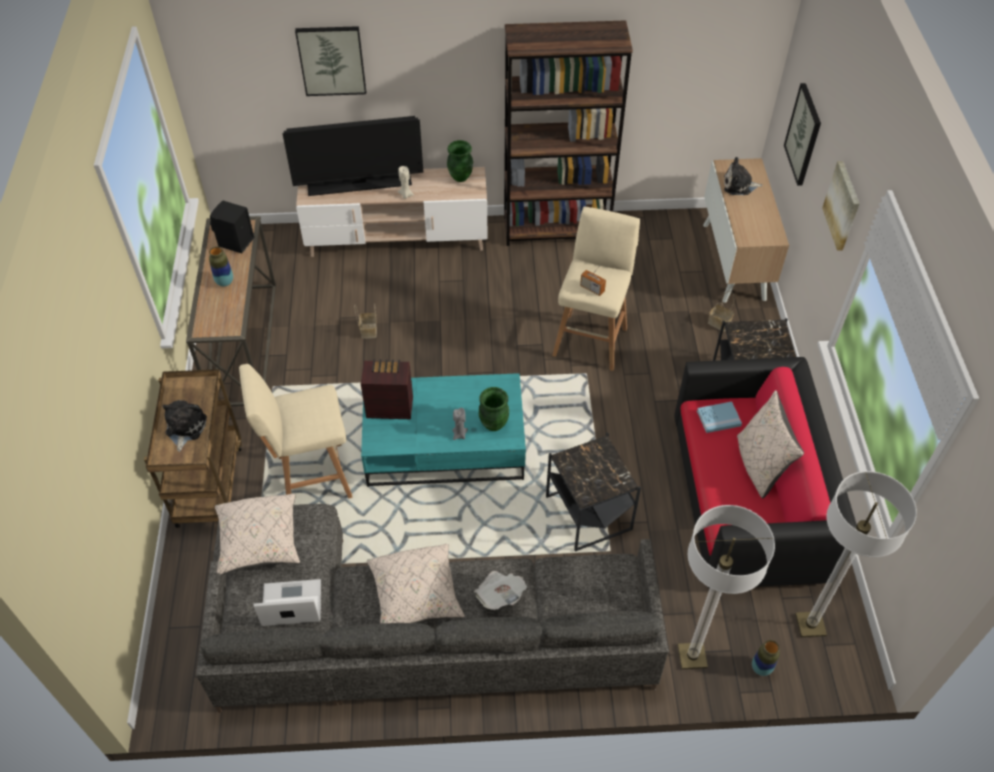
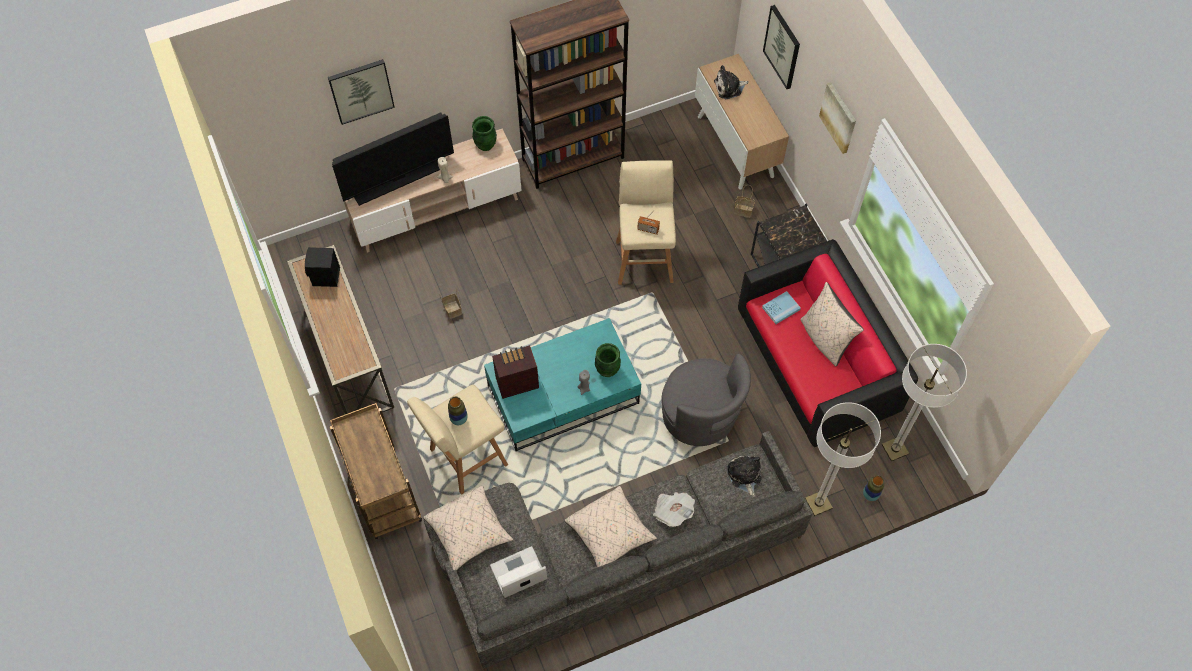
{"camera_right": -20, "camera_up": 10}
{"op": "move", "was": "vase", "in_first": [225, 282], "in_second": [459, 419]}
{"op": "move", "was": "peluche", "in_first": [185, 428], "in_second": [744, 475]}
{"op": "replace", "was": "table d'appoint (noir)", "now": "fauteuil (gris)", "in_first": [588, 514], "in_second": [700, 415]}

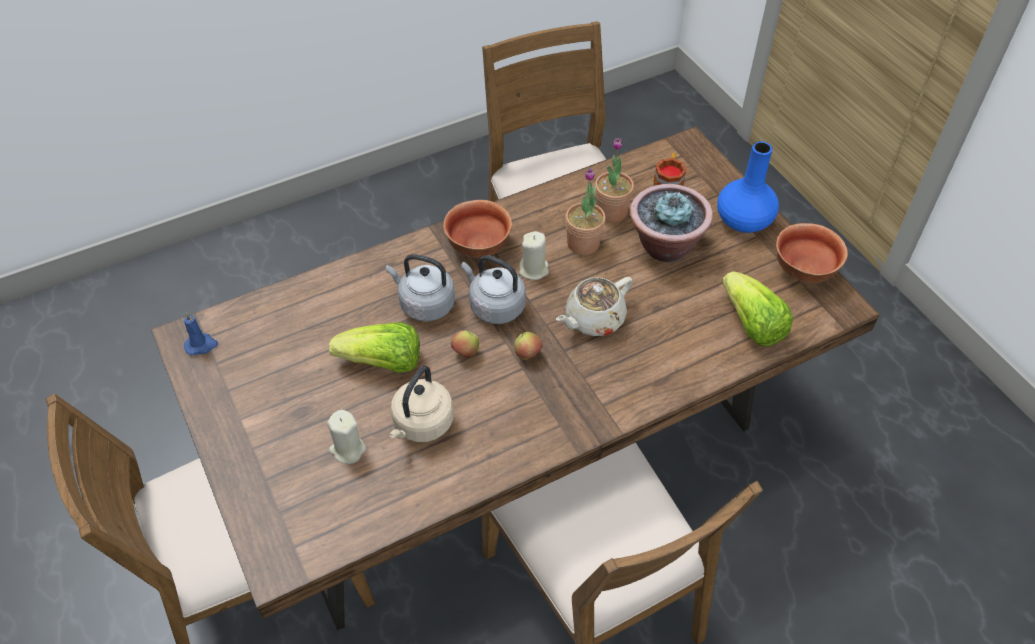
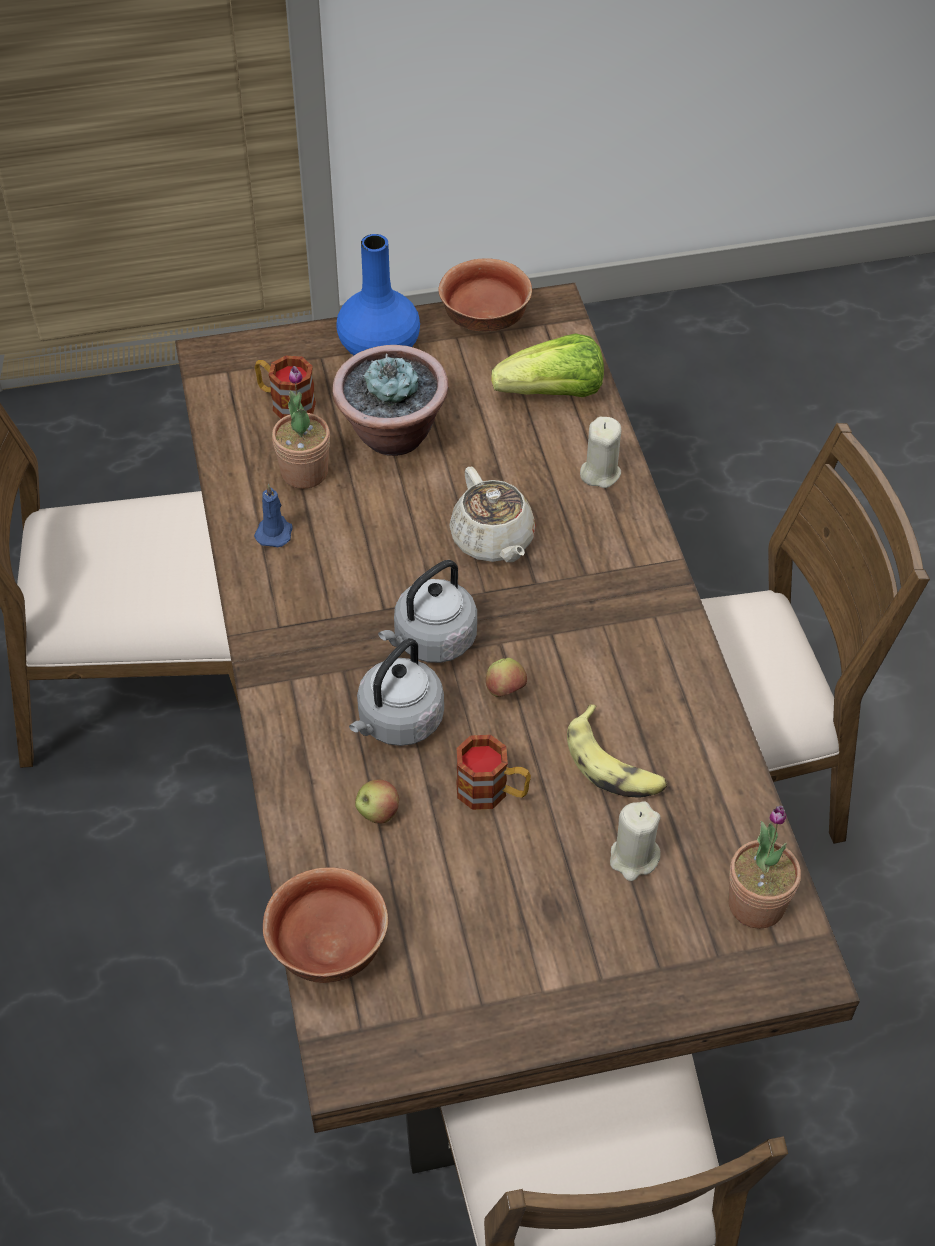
{"camera_right": -75, "camera_up": 0}
{"op": "move", "was": "plante en pot", "in_first": [583, 243], "in_second": [756, 904]}
{"op": "move", "was": "bol", "in_first": [477, 246], "in_second": [328, 950]}
{"op": "move", "was": "bougie (beige)", "in_first": [534, 270], "in_second": [600, 473]}
{"op": "move", "was": "bougie (bleu)", "in_first": [201, 345], "in_second": [274, 532]}
{"op": "replace", "was": "laitue", "now": "mug", "in_first": [383, 363], "in_second": [492, 792]}
{"op": "move", "was": "pomme", "in_first": [528, 354], "in_second": [377, 813]}
{"op": "replace", "was": "bouilloire (beige)", "now": "banane", "in_first": [421, 425], "in_second": [614, 764]}

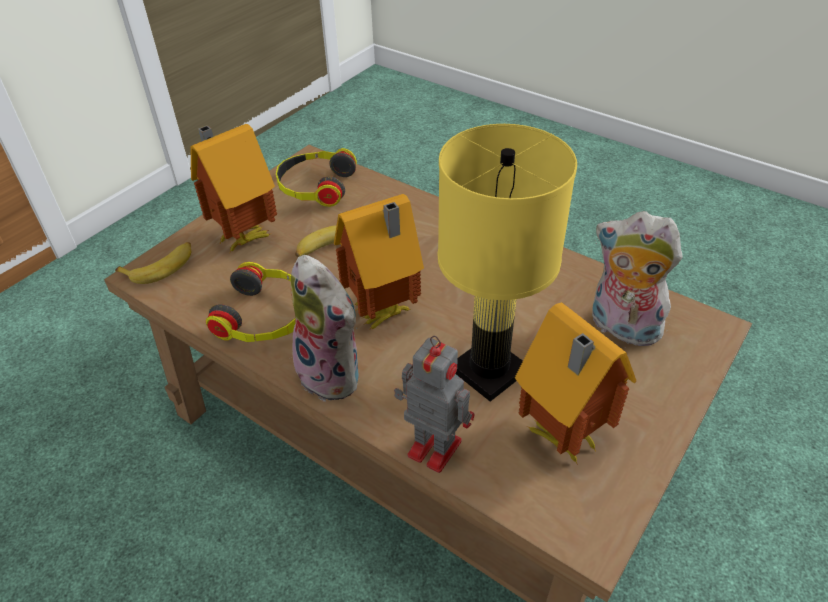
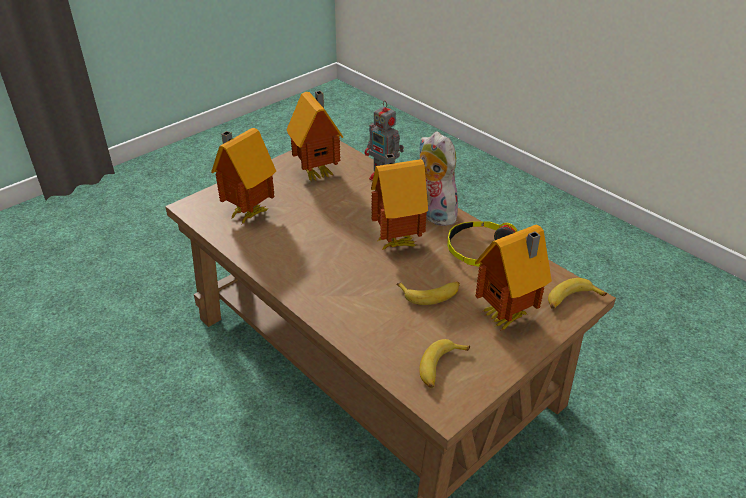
{"camera_right": -170, "camera_up": -5}
{"op": "delete", "was": "lampe de table (jaune)", "in_first": [489, 369]}
{"op": "replace", "was": "casque audio", "now": "banane", "in_first": [315, 186], "in_second": [440, 368]}
{"op": "replace", "was": "peluche", "now": "maison miniature", "in_first": [621, 328], "in_second": [247, 213]}

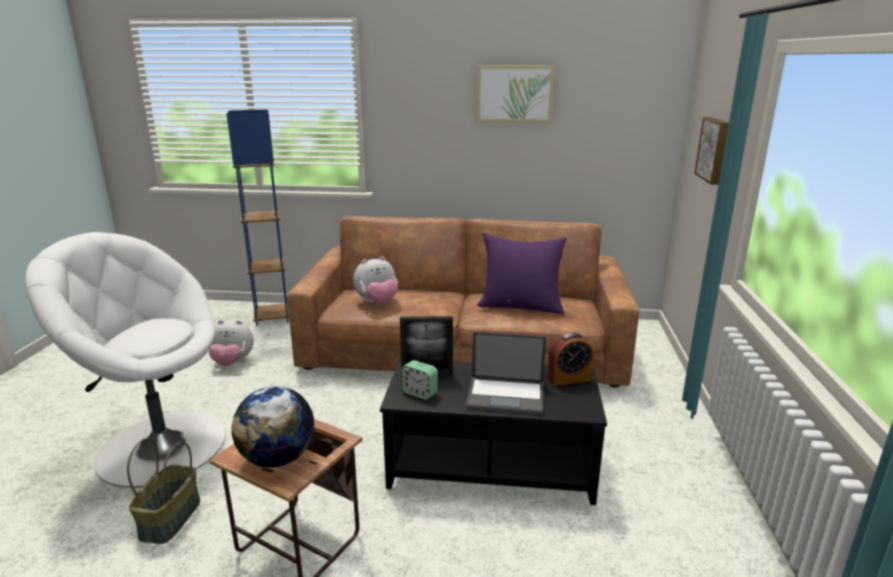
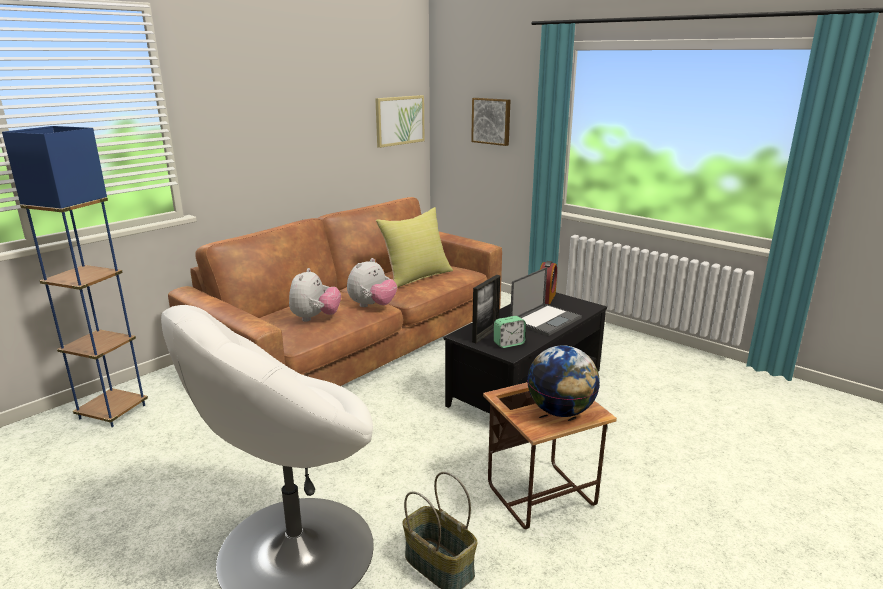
{"camera_right": -55, "camera_up": 0}
{"op": "move", "was": "tableau", "in_first": [514, 93], "in_second": [399, 120]}
{"op": "recolor", "was": "coussin (violet)", "now": "coussin (jaune)", "in_first": [521, 306], "in_second": [416, 277]}
{"op": "move", "was": "peluche", "in_first": [233, 362], "in_second": [372, 306]}

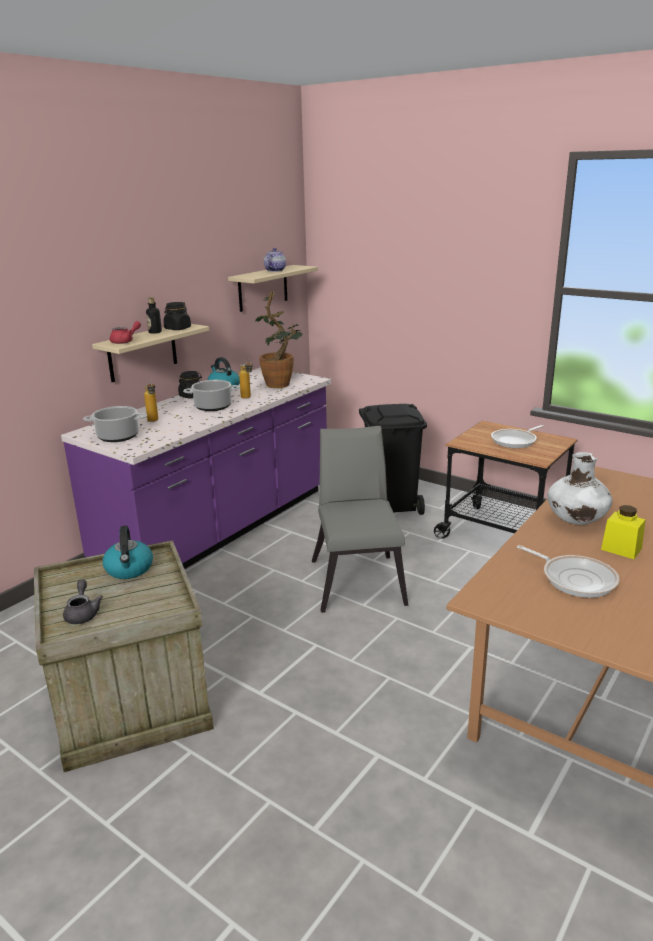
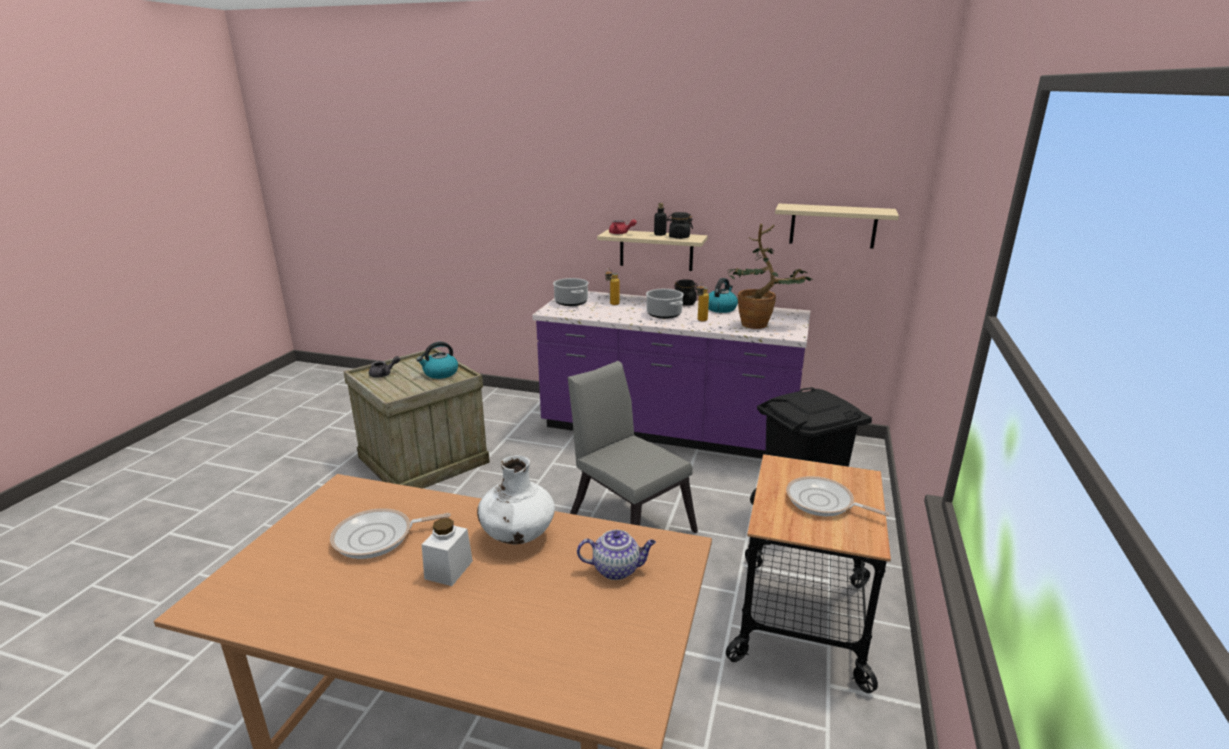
{"camera_right": 70, "camera_up": 0}
{"op": "move", "was": "théière", "in_first": [275, 270], "in_second": [617, 569]}
{"op": "rotate", "was": "chaise (gris)", "in_first": [358, 578], "in_second": [627, 522], "clockwise": -105}
{"op": "recolor", "was": "bocal (jaune)", "now": "bocal (blanc)", "in_first": [621, 549], "in_second": [448, 570]}
{"op": "rotate", "was": "poêle", "in_first": [575, 579], "in_second": [378, 538], "clockwise": 45}

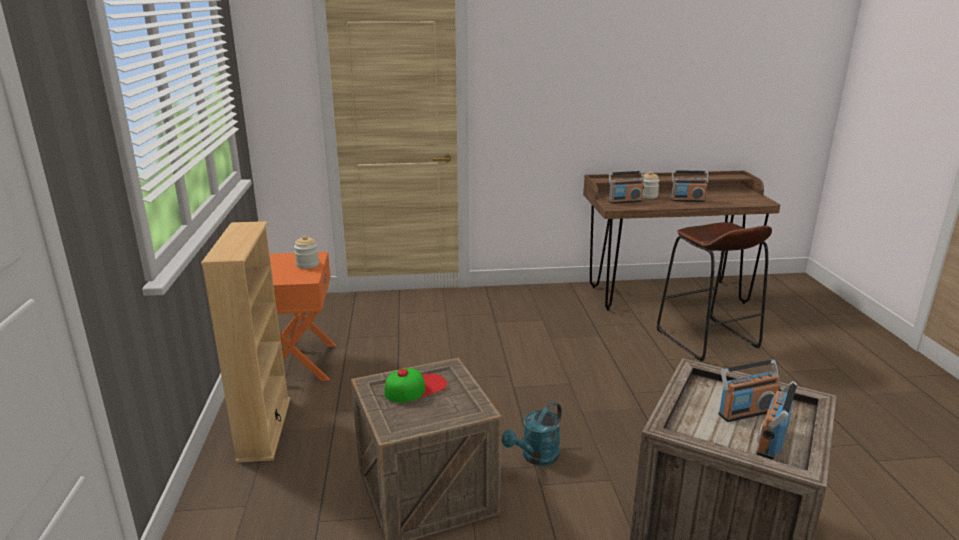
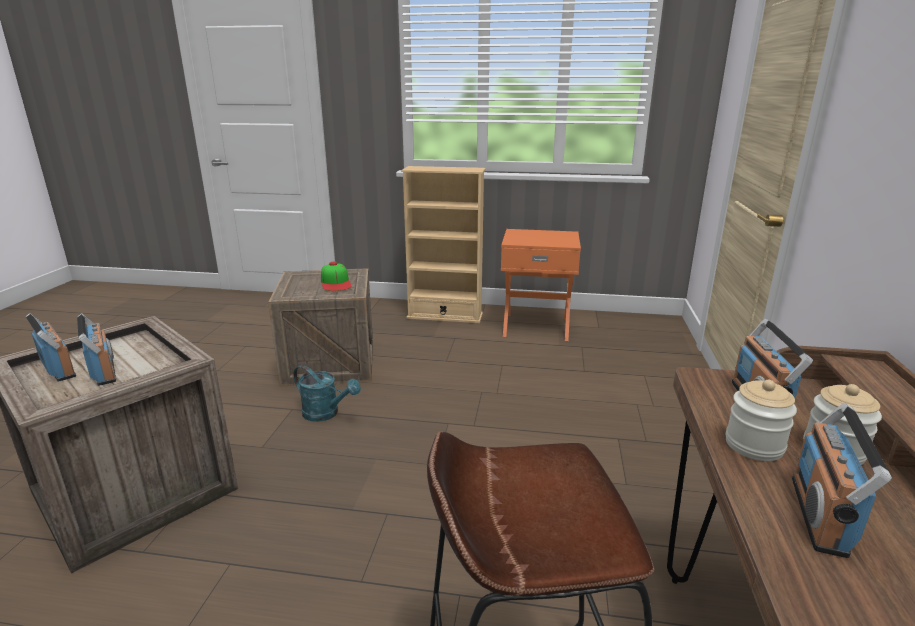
{"camera_right": 105, "camera_up": 0}
{"op": "move", "was": "bocal", "in_first": [307, 264], "in_second": [754, 445]}
{"op": "rotate", "was": "radio", "in_first": [745, 412], "in_second": [104, 372], "clockwise": 150}
{"op": "rotate", "was": "arrosoir (turquoise)", "in_first": [536, 457], "in_second": [326, 414], "clockwise": 150}

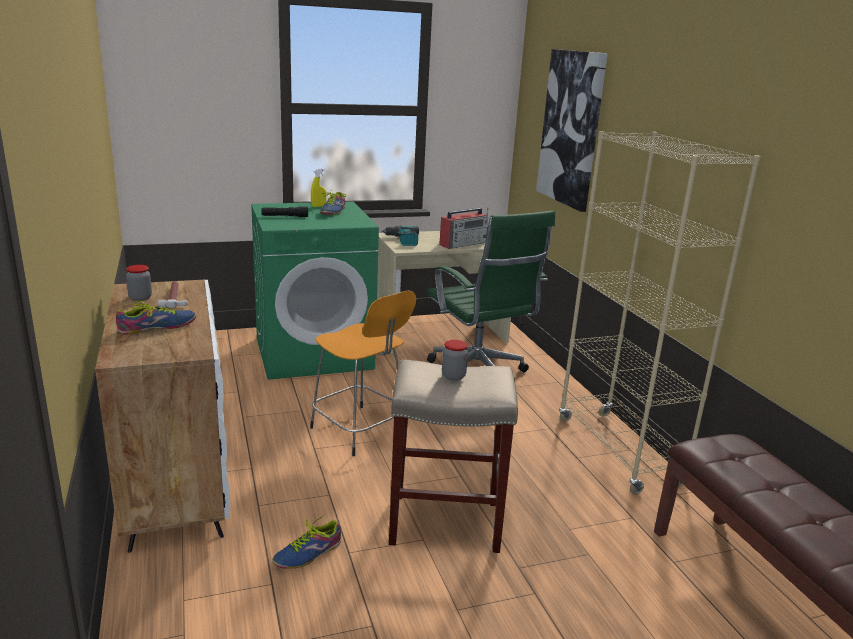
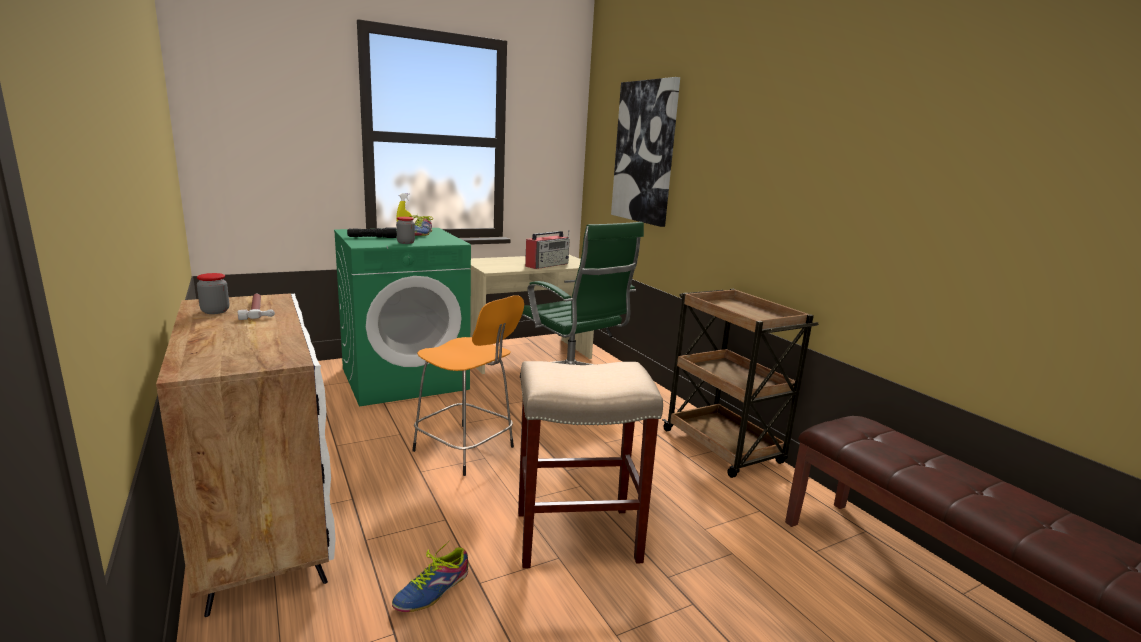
{"camera_right": -10, "camera_up": -5}
{"op": "replace", "was": "bibliothèque (beige)", "now": "chariot (marron)", "in_first": [618, 451], "in_second": [723, 448]}
{"op": "delete", "was": "perceuse", "in_first": [402, 241]}
{"op": "delete", "was": "chaussure", "in_first": [156, 327]}
{"op": "move", "was": "bocal", "in_first": [453, 376], "in_second": [406, 243]}

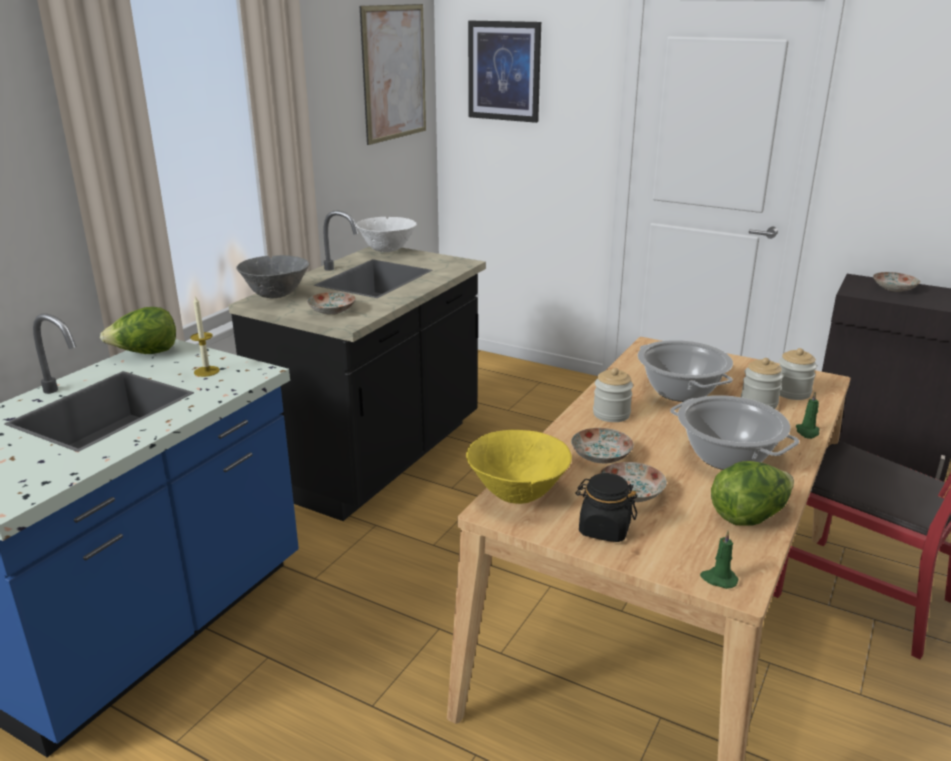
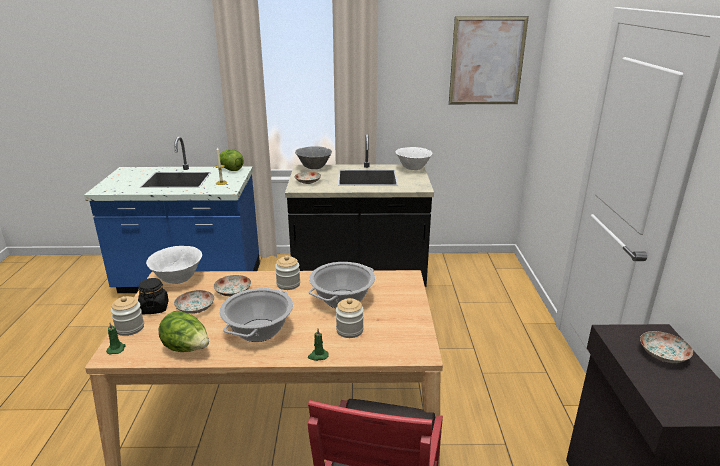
{"camera_right": 60, "camera_up": 0}
{"op": "delete", "was": "tableau", "in_first": [504, 71]}
{"op": "move", "was": "bocal", "in_first": [792, 392], "in_second": [130, 328]}
{"op": "recolor", "was": "bol (jaune)", "now": "bol (blanc)", "in_first": [518, 495], "in_second": [178, 280]}

